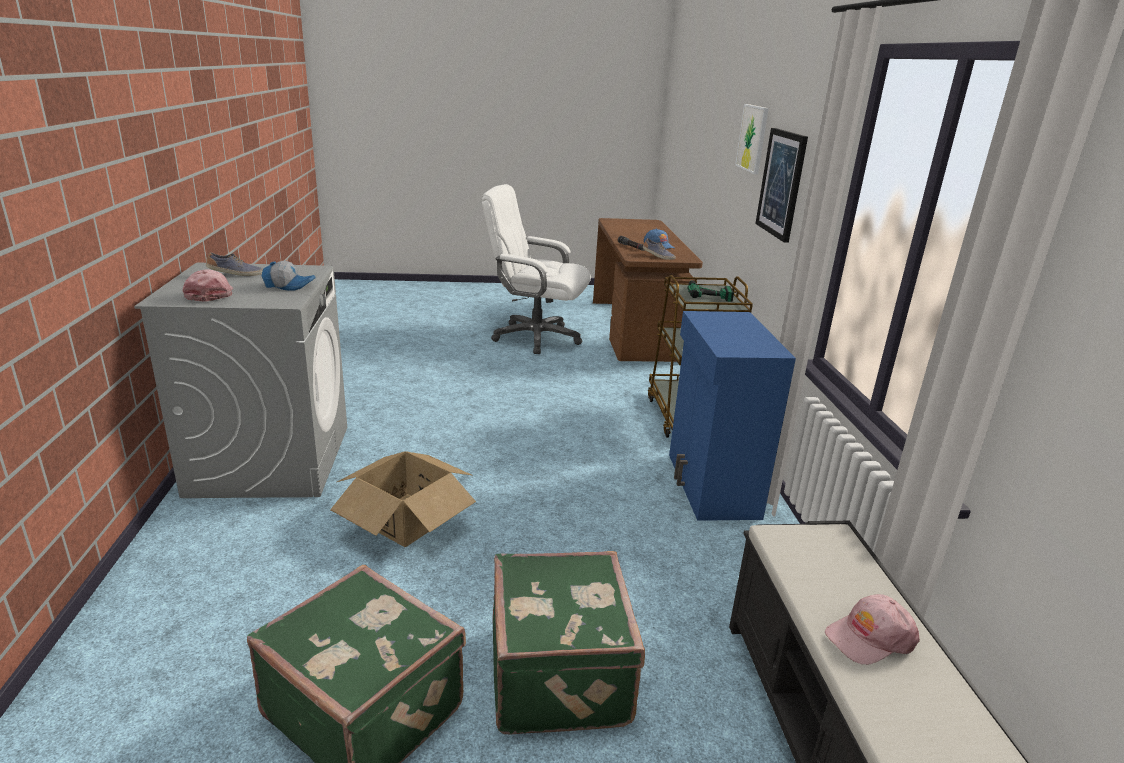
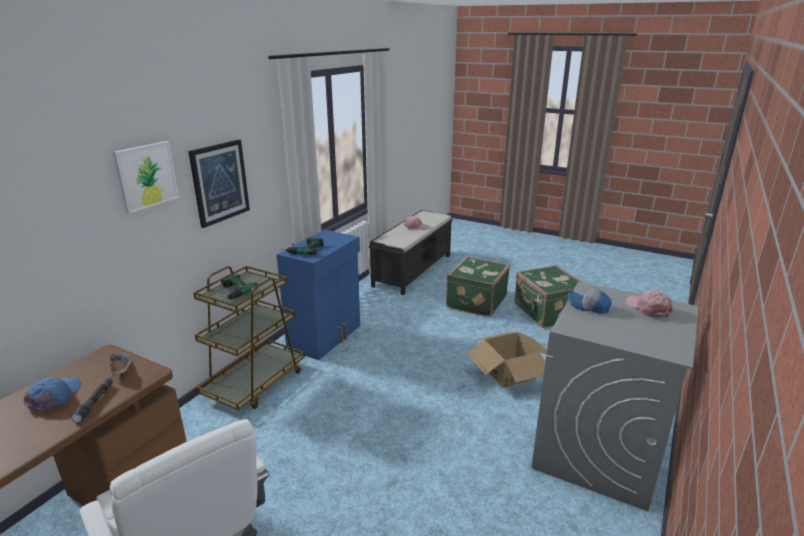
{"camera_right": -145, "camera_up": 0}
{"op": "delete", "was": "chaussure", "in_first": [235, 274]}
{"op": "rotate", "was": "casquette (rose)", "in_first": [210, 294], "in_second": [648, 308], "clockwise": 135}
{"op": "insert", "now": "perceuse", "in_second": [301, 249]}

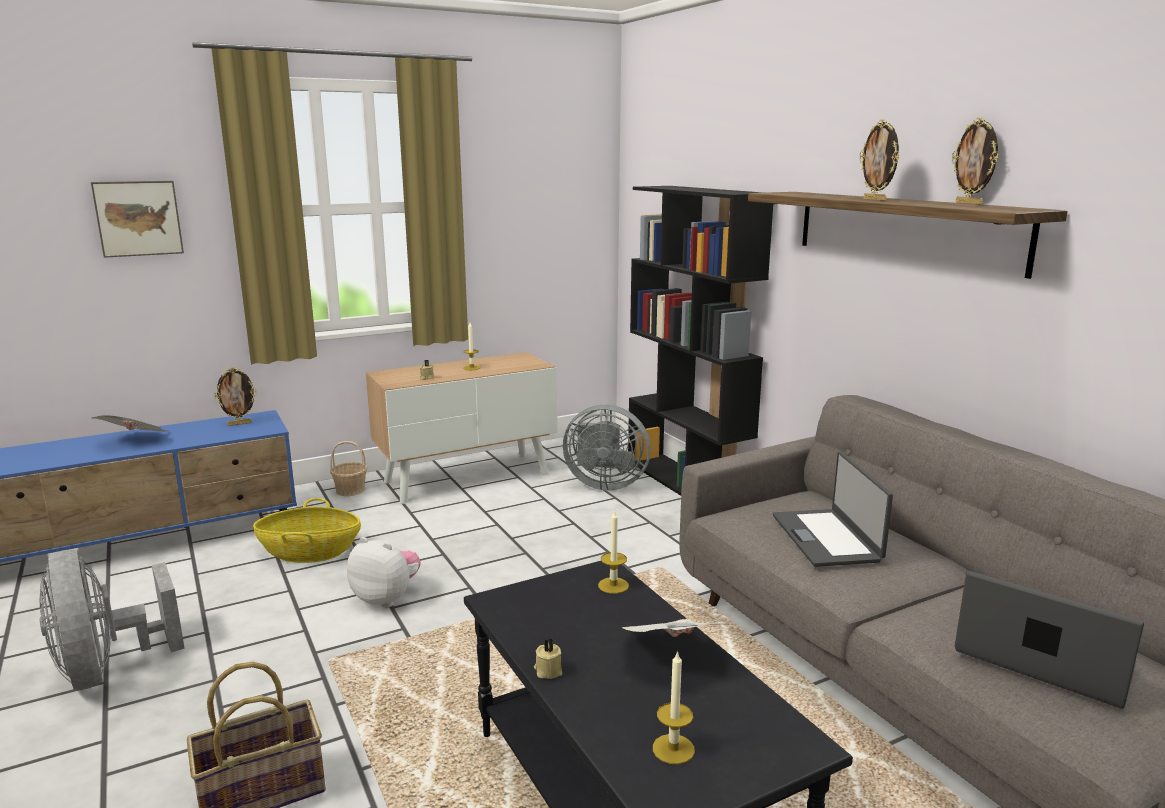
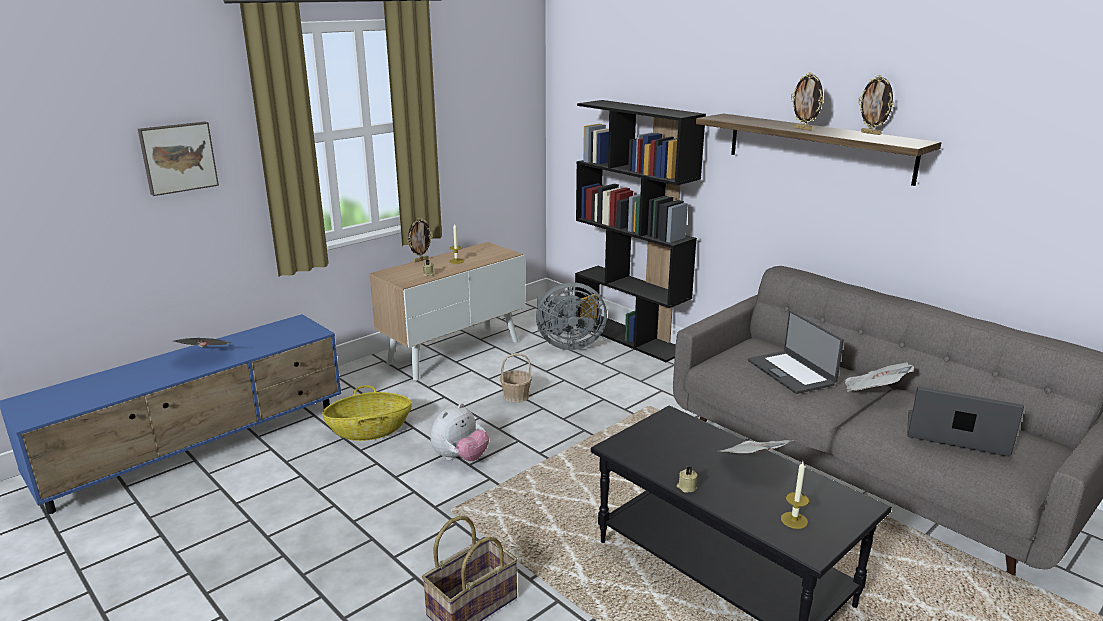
{"camera_right": -15, "camera_up": 5}
{"op": "move", "was": "cadre photo", "in_first": [239, 424], "in_second": [421, 260]}
{"op": "move", "was": "panier", "in_first": [350, 490], "in_second": [516, 396]}
{"op": "delete", "was": "bougie", "in_first": [613, 585]}
{"op": "rotate", "was": "peluche", "in_first": [386, 598], "in_second": [460, 458], "clockwise": 120}
{"op": "delete", "was": "ventilateur (gris)", "in_first": [108, 669]}
{"op": "insert", "now": "journal", "in_second": [873, 391]}

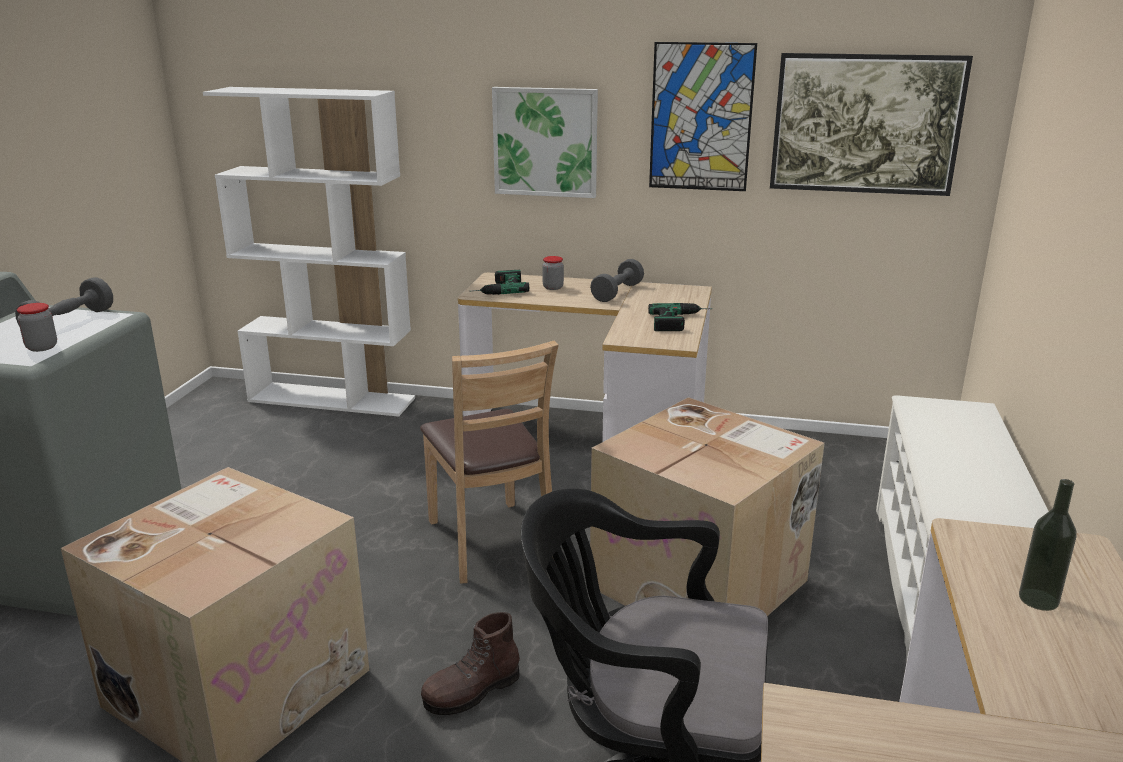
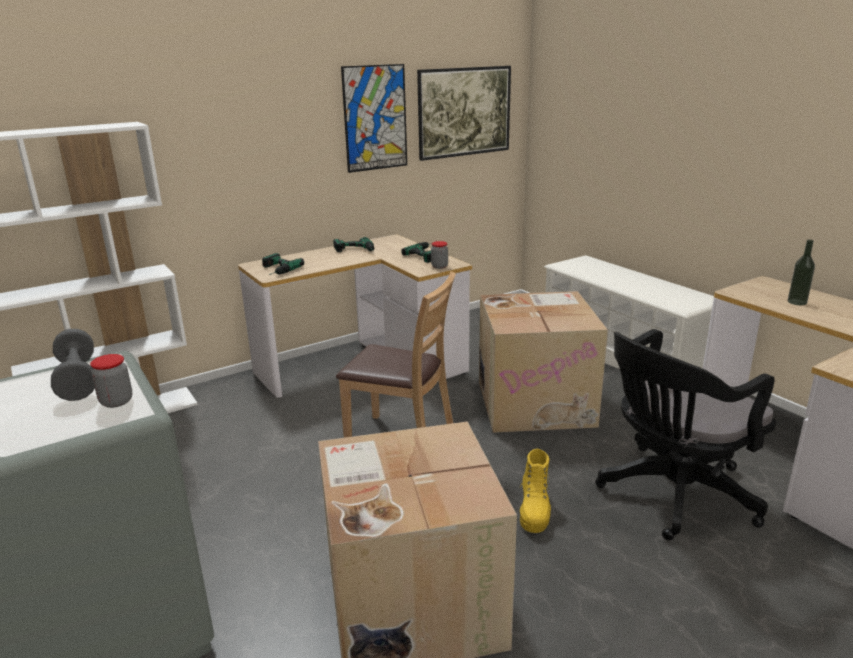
{"camera_right": -45, "camera_up": 0}
{"op": "delete", "was": "tableau", "in_first": [545, 142]}
{"op": "move", "was": "bocal", "in_first": [553, 287], "in_second": [439, 266]}
{"op": "replace", "was": "haltère (gris)", "now": "perceuse", "in_first": [617, 292], "in_second": [355, 251]}
{"op": "recolor", "was": "botte (marron)", "now": "botte (jaune)", "in_first": [472, 692], "in_second": [534, 511]}

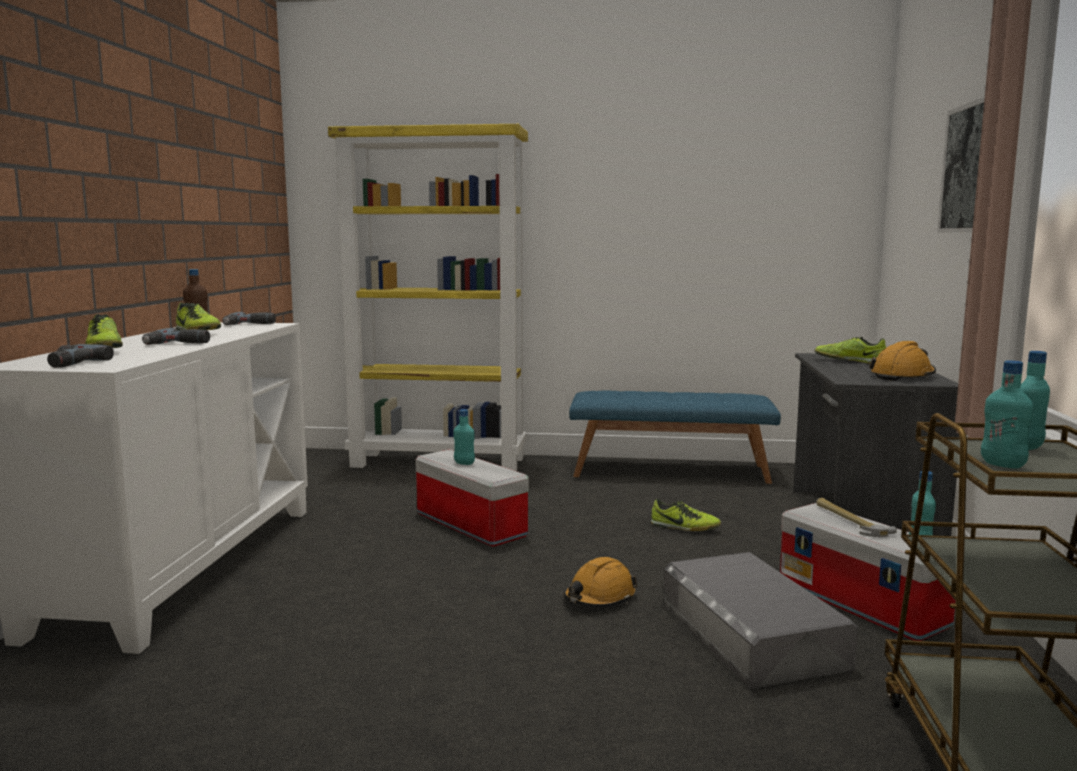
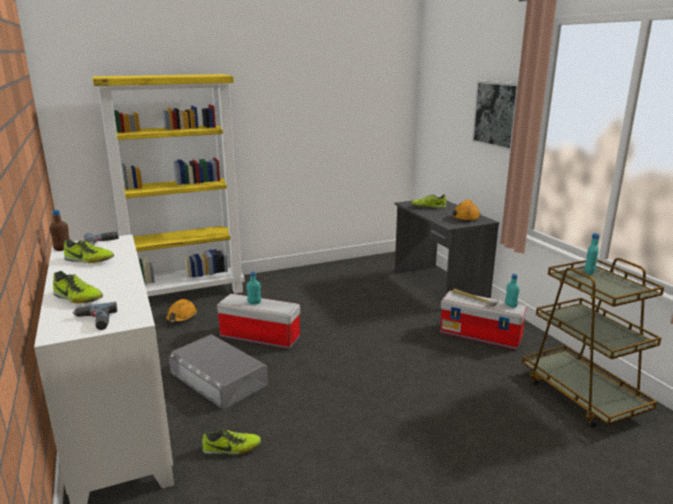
{"camera_right": -30, "camera_up": 10}
{"op": "delete", "was": "perceuse", "in_first": [177, 344]}
{"op": "delete", "was": "bouteille (turquoise)", "in_first": [1002, 465]}
{"op": "delete", "was": "banc (bleu)", "in_first": [670, 470]}
{"op": "move", "was": "chaussure", "in_first": [684, 528], "in_second": [232, 449]}
{"op": "move", "was": "boîte de rangement (gris)", "in_first": [751, 634], "in_second": [219, 378]}
{"op": "move", "was": "casque de chantier (orange)", "in_first": [599, 598], "in_second": [181, 317]}

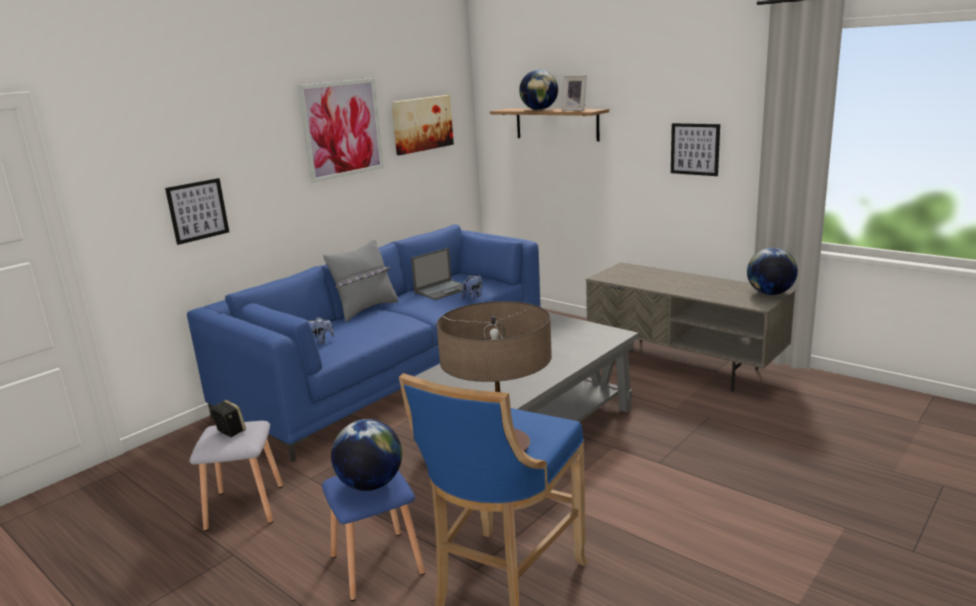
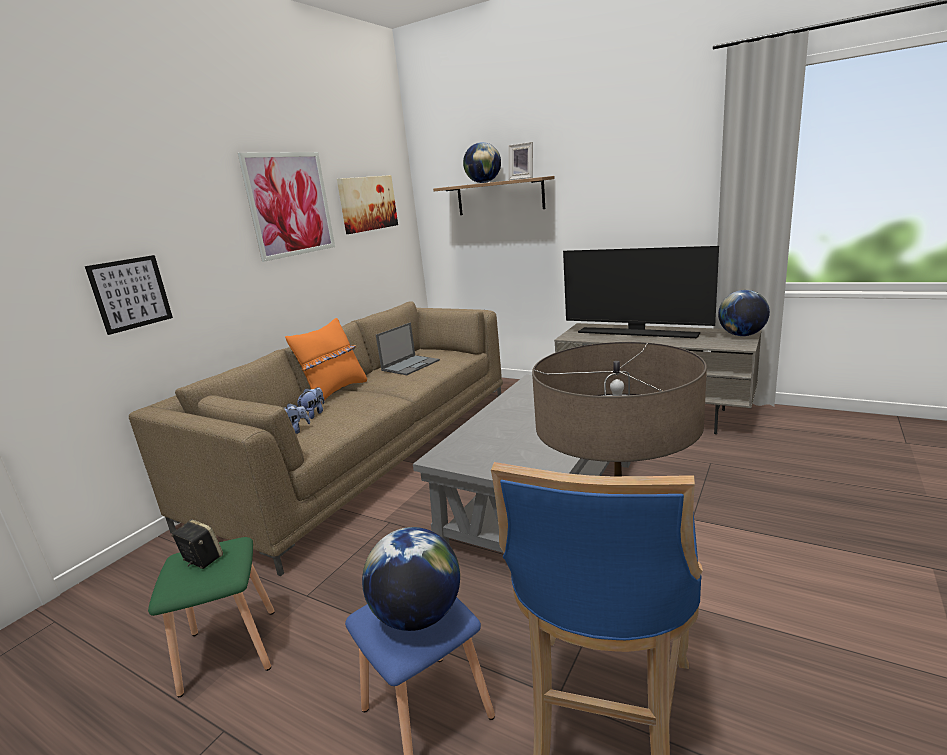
{"camera_right": -10, "camera_up": 0}
{"op": "delete", "was": "tableau", "in_first": [695, 149]}
{"op": "recolor", "was": "canapé (bleu)", "now": "canapé (marron)", "in_first": [392, 370], "in_second": [367, 453]}
{"op": "recolor", "was": "coussin (gris)", "now": "coussin (orange)", "in_first": [365, 309], "in_second": [335, 392]}
{"op": "move", "was": "peluche", "in_first": [473, 297], "in_second": [313, 414]}
{"op": "recolor", "was": "tabouret (gris)", "now": "tabouret (vert)", "in_first": [245, 508], "in_second": [230, 651]}
{"op": "insert", "now": "téléviseur", "in_second": [637, 333]}

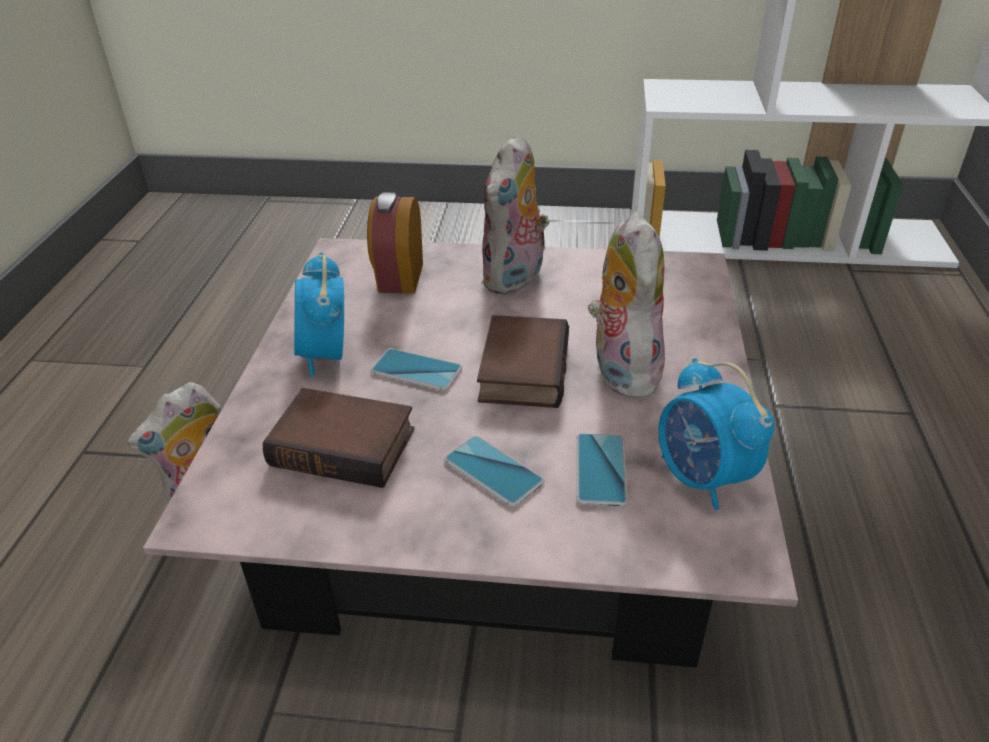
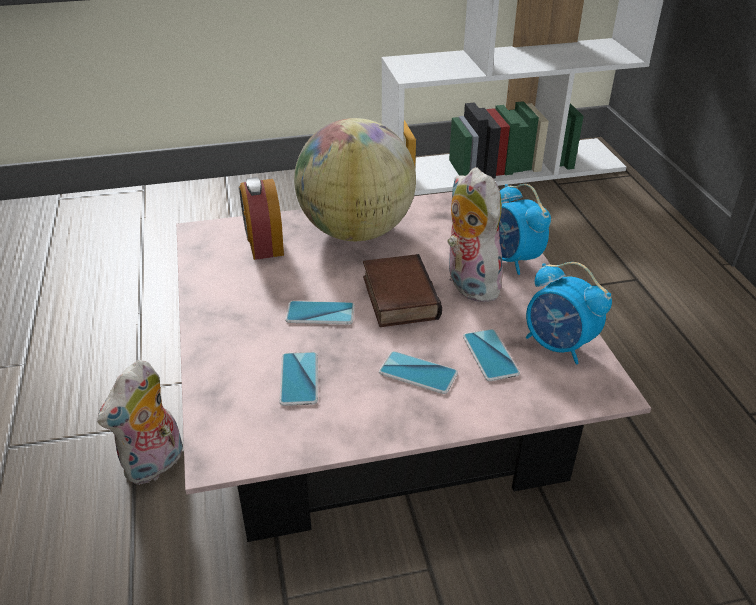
{"camera_right": -20, "camera_up": 0}
{"op": "replace", "was": "peluche", "now": "globe", "in_first": [515, 280], "in_second": [356, 231]}
{"op": "move", "was": "réveil", "in_first": [325, 355], "in_second": [511, 259]}
{"op": "replace", "was": "livre", "now": "téléphone", "in_first": [346, 445], "in_second": [299, 379]}

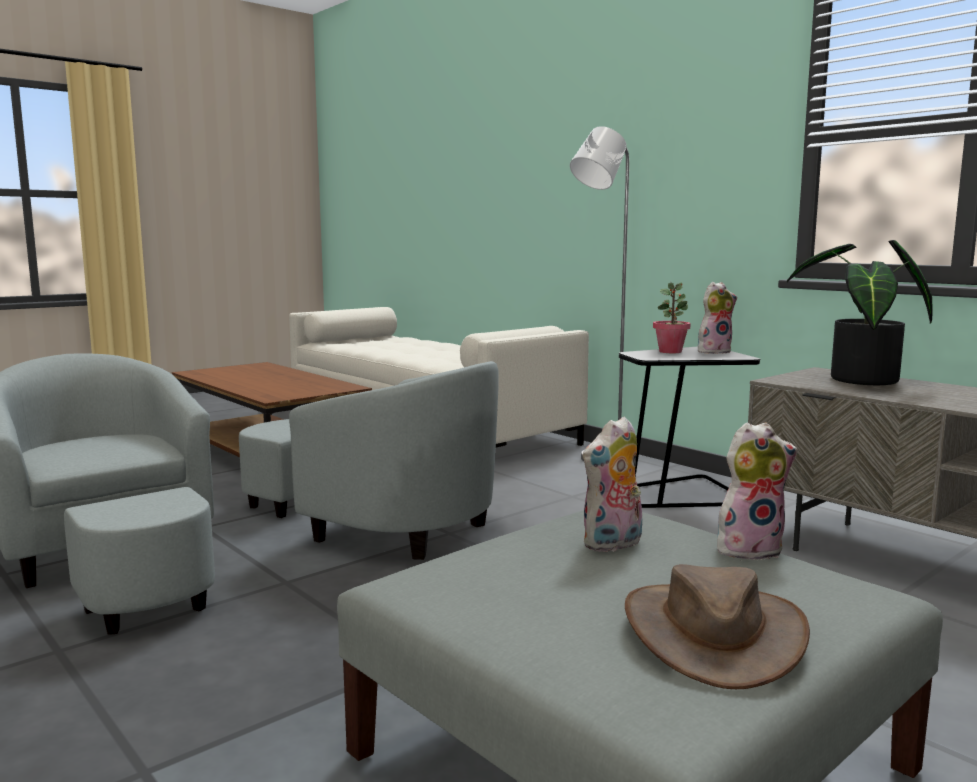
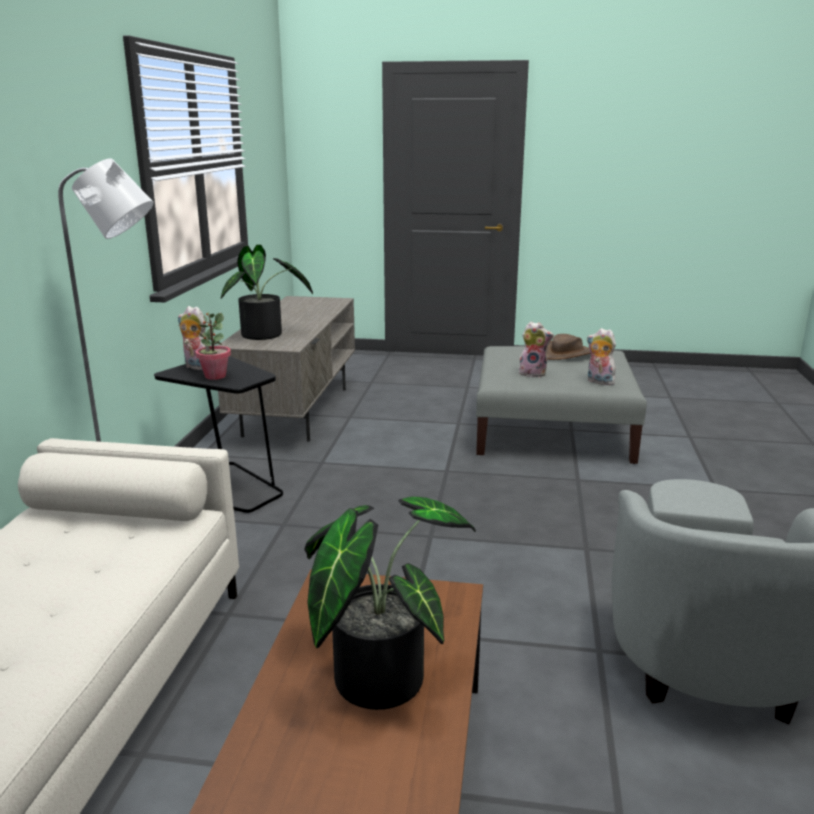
{"camera_right": -130, "camera_up": 10}
{"op": "delete", "was": "fauteuil (gris)", "in_first": [377, 523]}
{"op": "move", "was": "peluche", "in_first": [749, 548], "in_second": [598, 382]}
{"op": "insert", "now": "plante en pot", "in_second": [378, 672]}

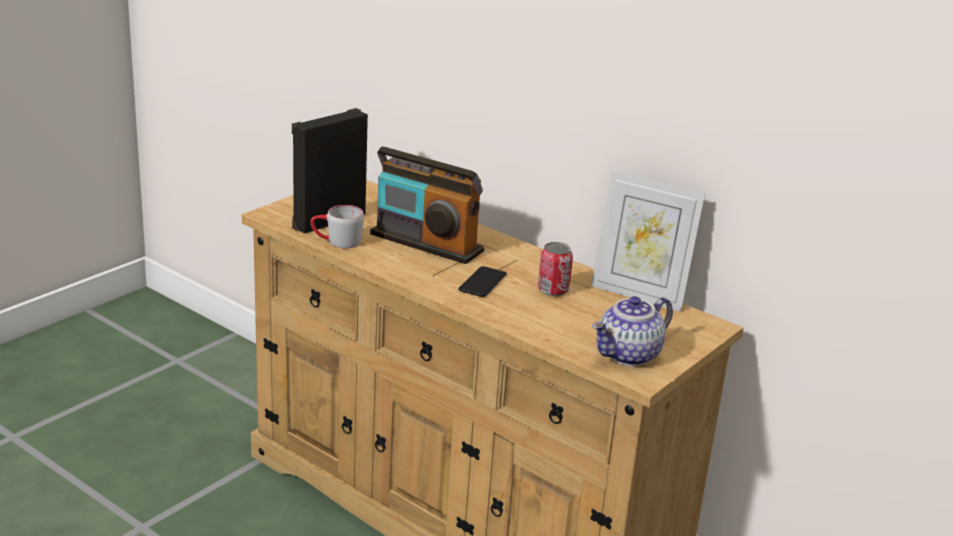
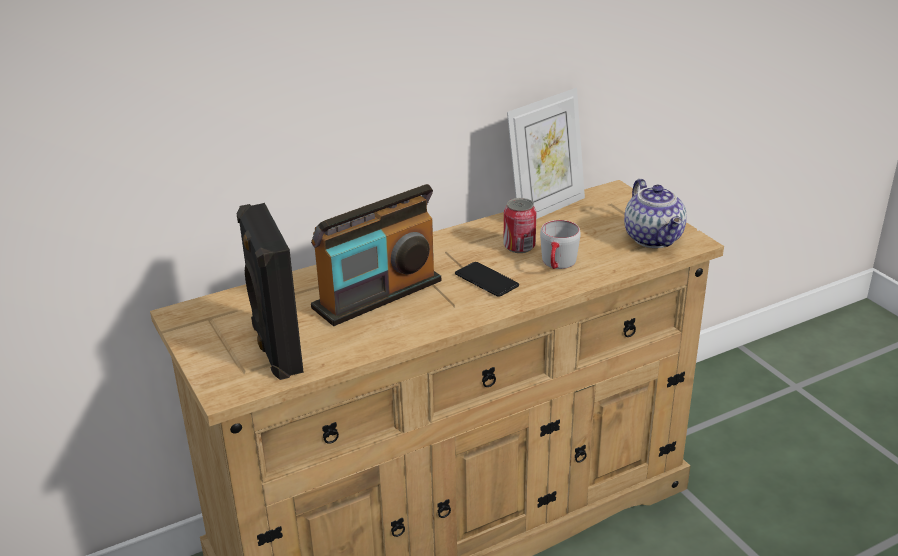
{"camera_right": -65, "camera_up": 5}
{"op": "move", "was": "mug (gris)", "in_first": [337, 242], "in_second": [557, 265]}

